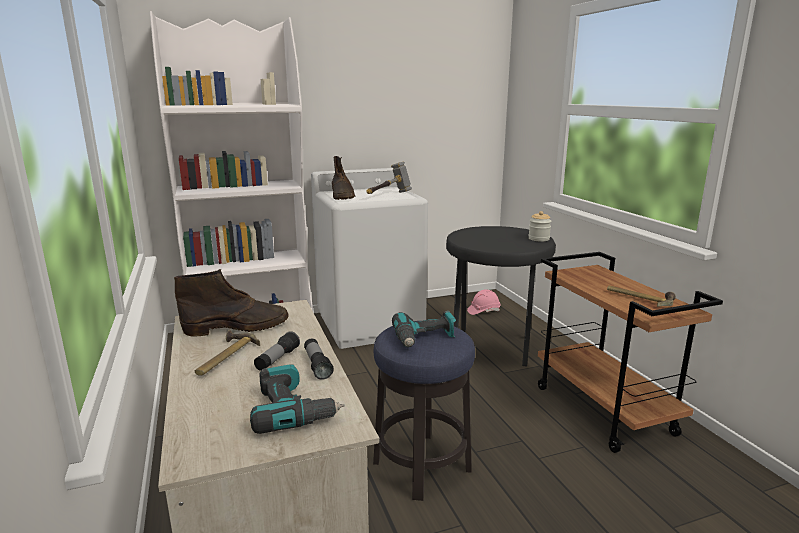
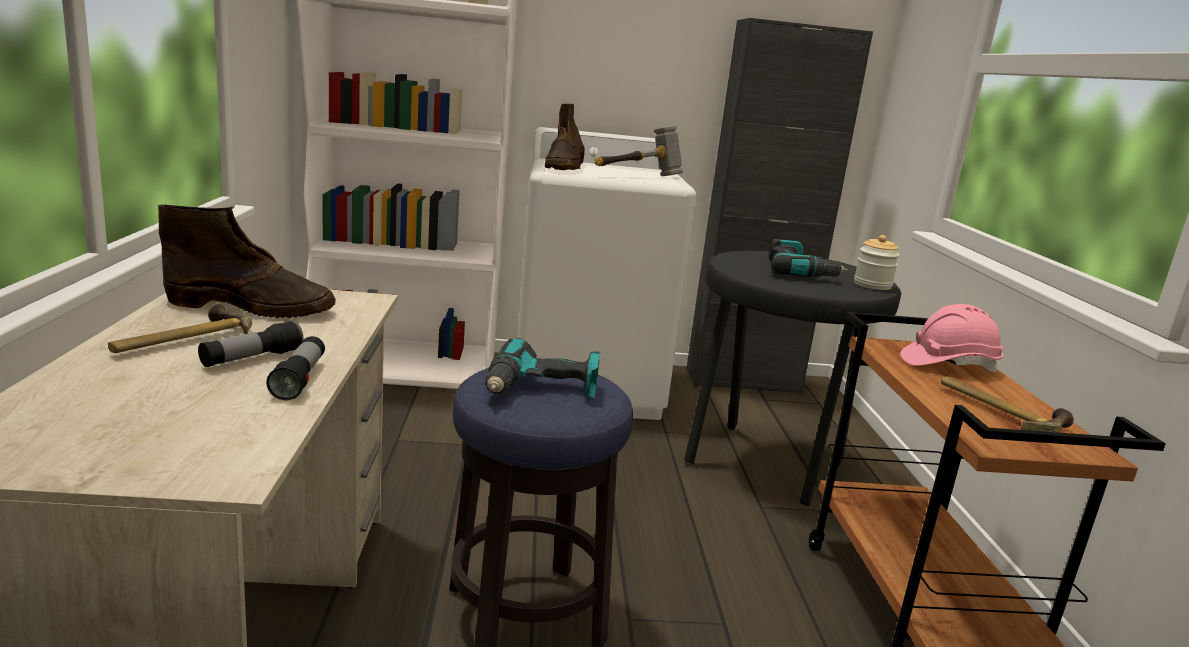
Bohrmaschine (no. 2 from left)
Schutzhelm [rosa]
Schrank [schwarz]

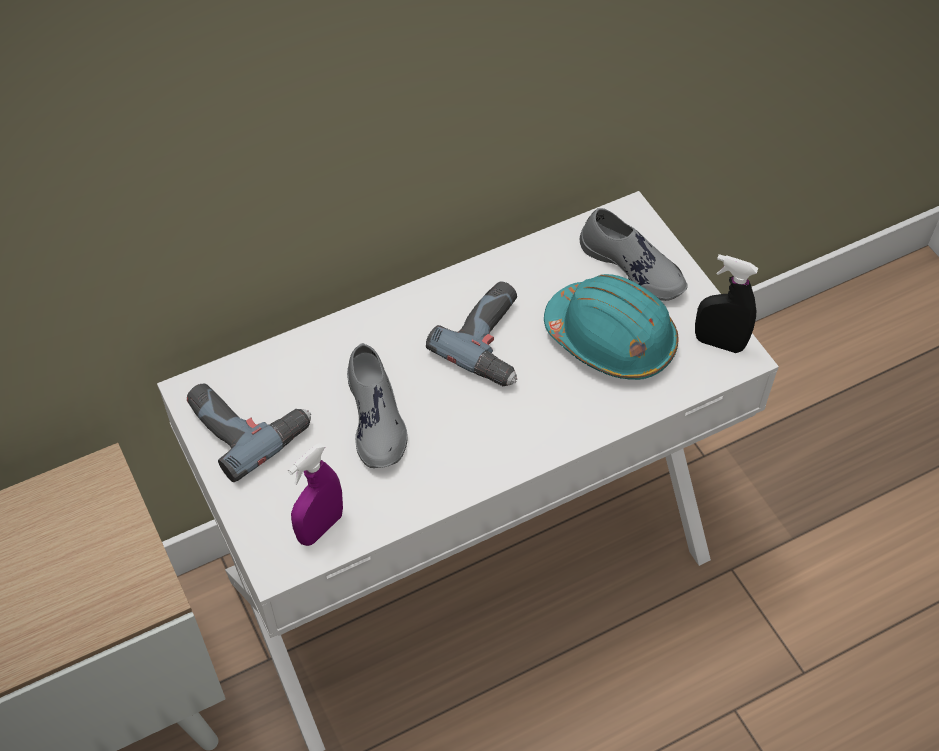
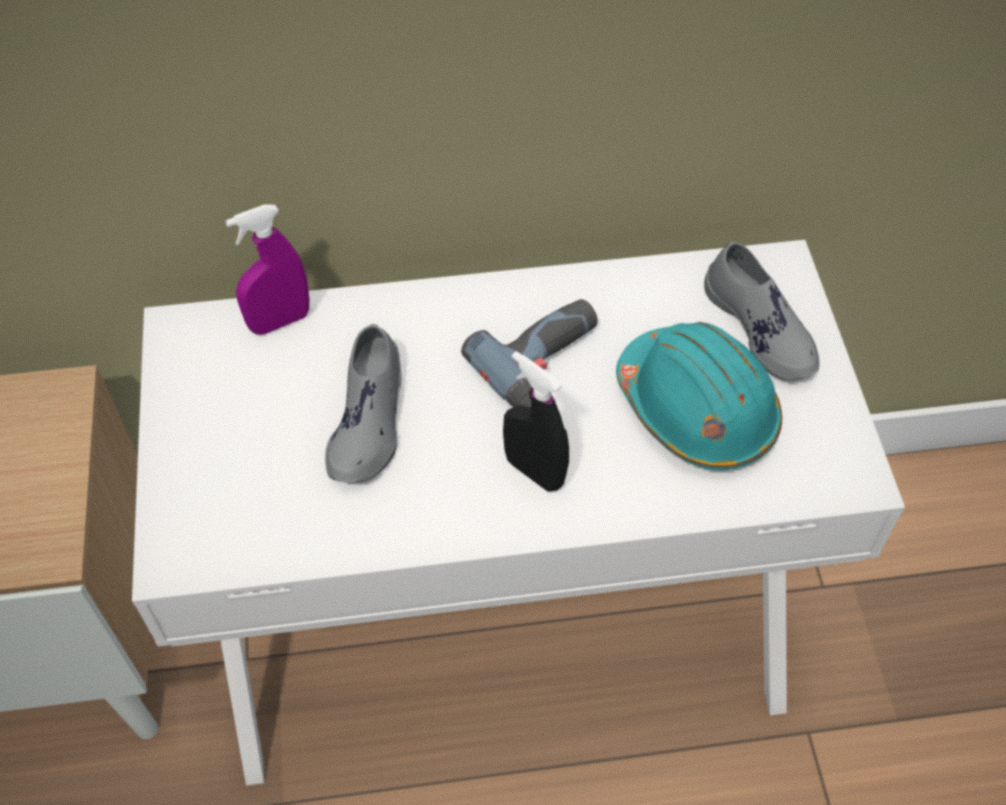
Bohrmaschine (no. 1 from left in the first image)
Sprühflasche [lila]
Sprühflasche [schwarz]

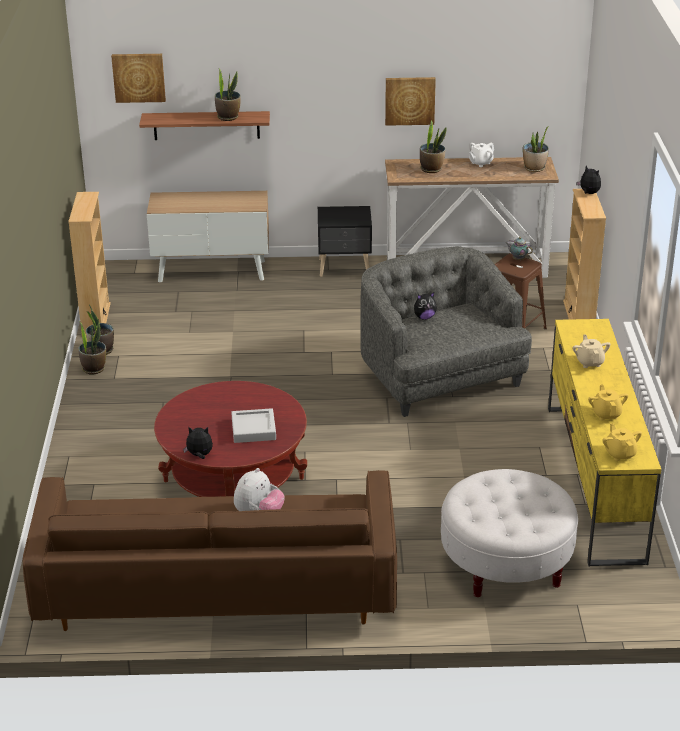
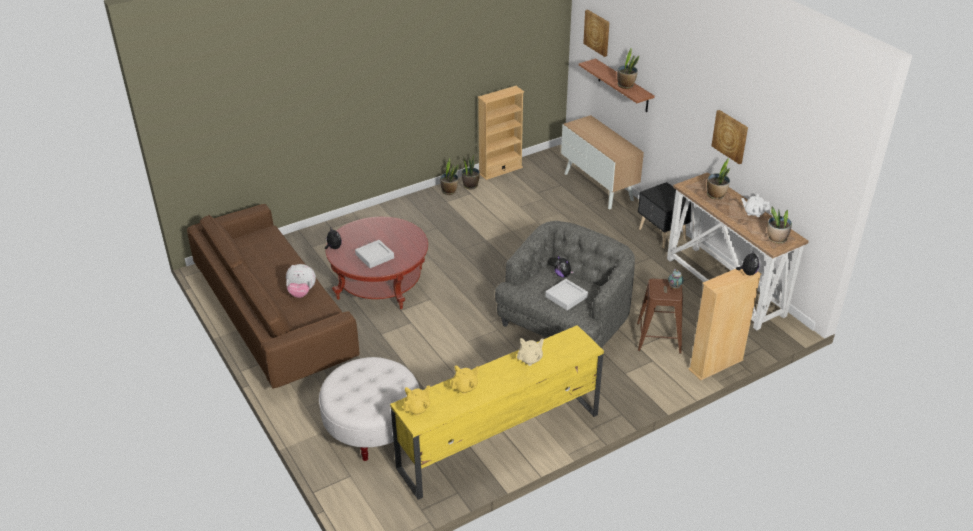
Tablett [grau] (no. 2 from left)

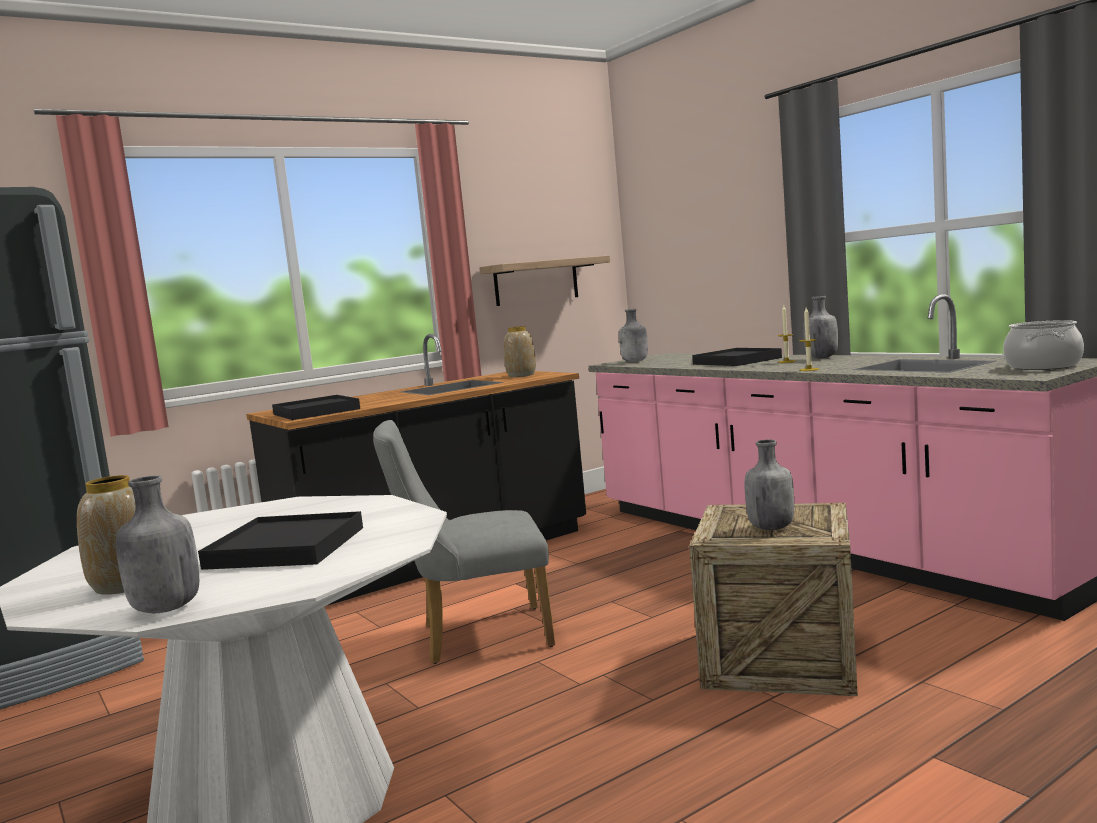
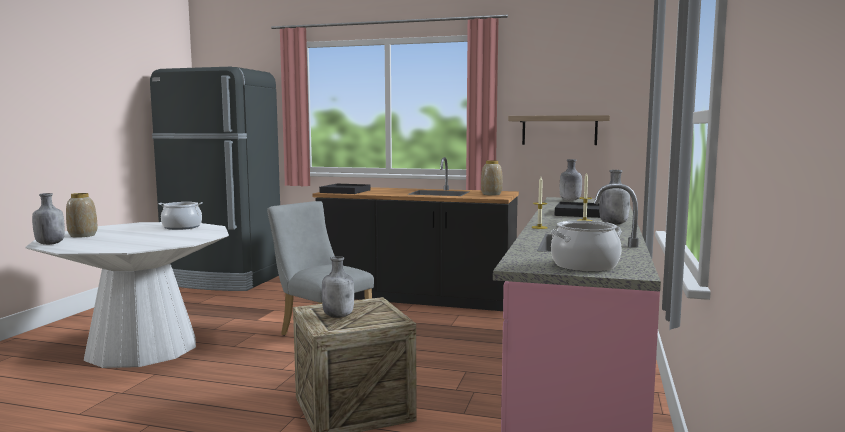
Tablett [schwarz] (no. 1 from left in the first image)
Kochtopf (no. 1 from left)

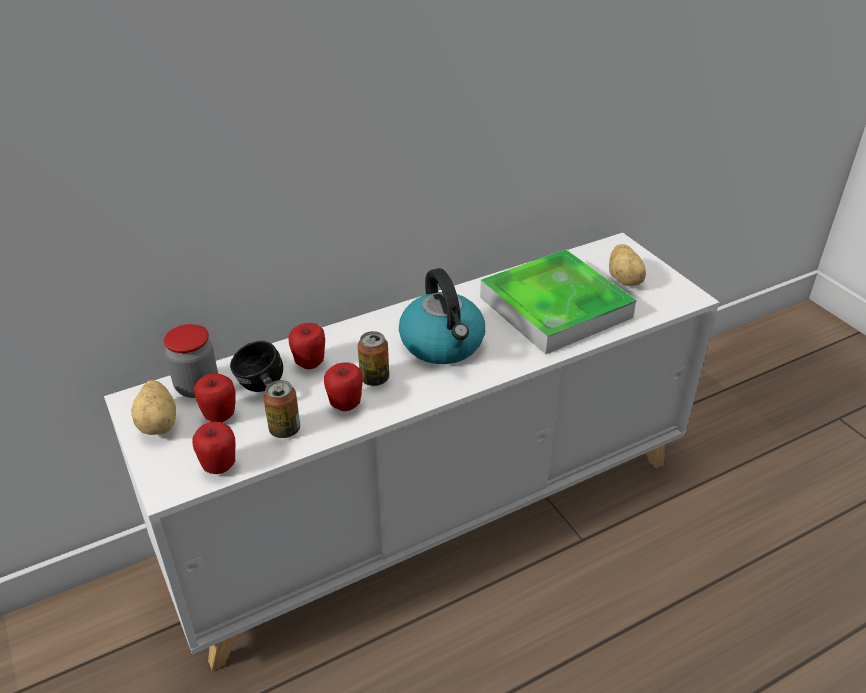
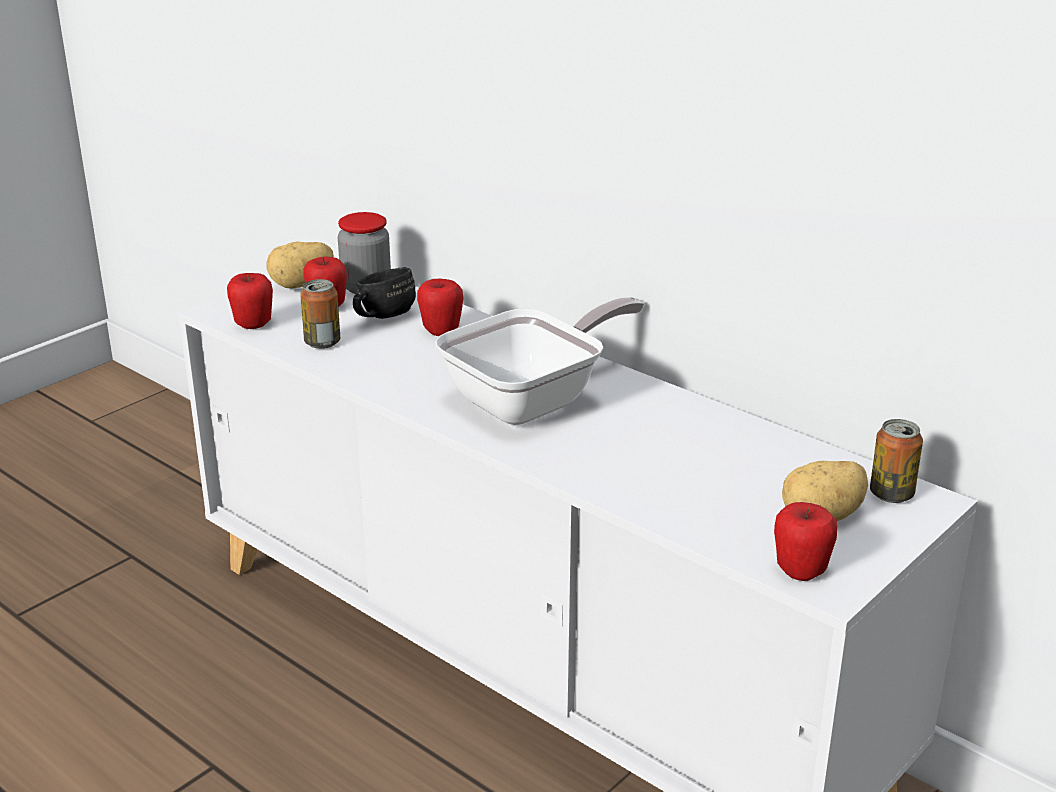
Apfel (no. 4 from left)
Dose (no. 2 from left)
Pfanne
Tablett

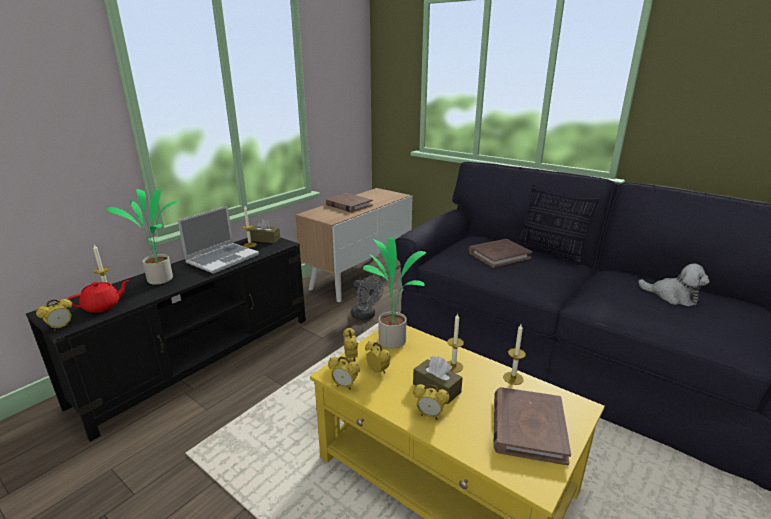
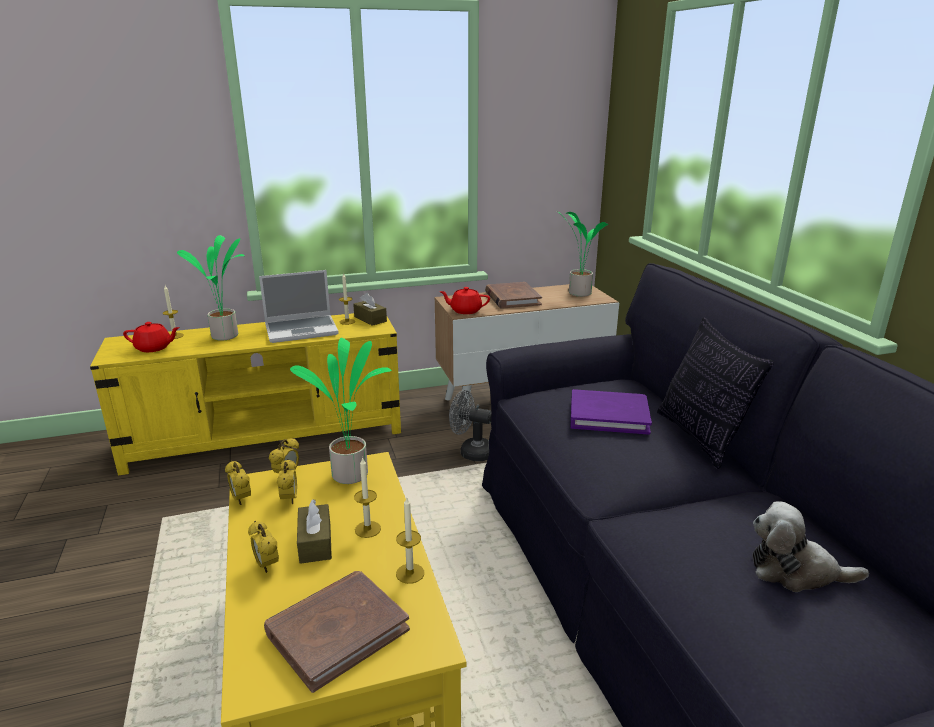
Fernsehschrank [gelb]
Wecker (no. 1 from left in the first image)
Ventilator [grau]
Buch [lila]
Plüschtier
Teekanne [rot] (no. 2 from left)
Topfpflanze (no. 3 from left)

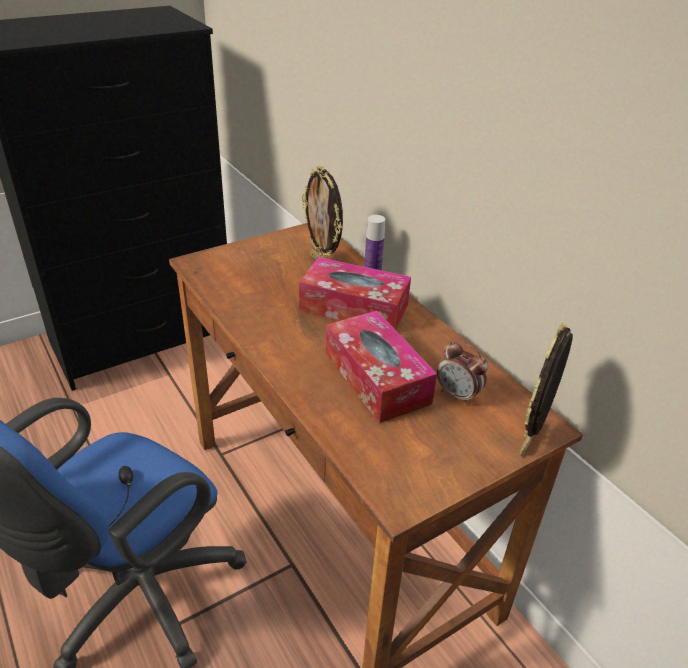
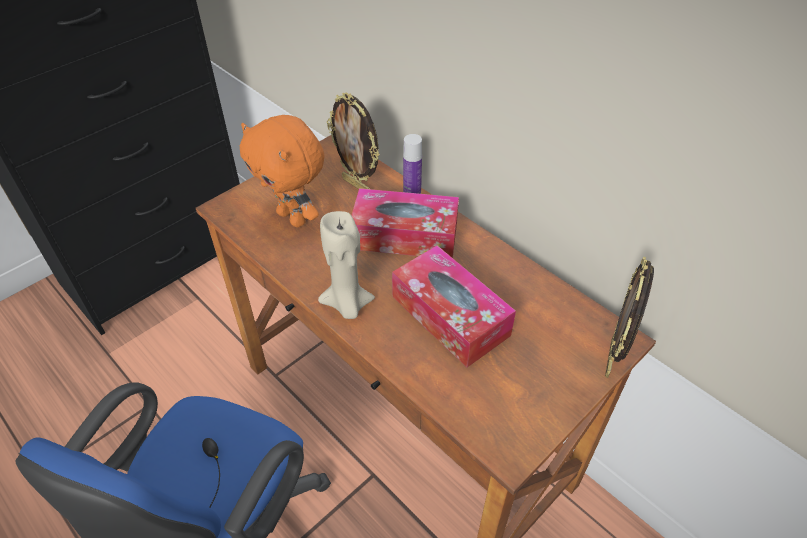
Wecker
Plüschtier [orange]
Kerze [beige]

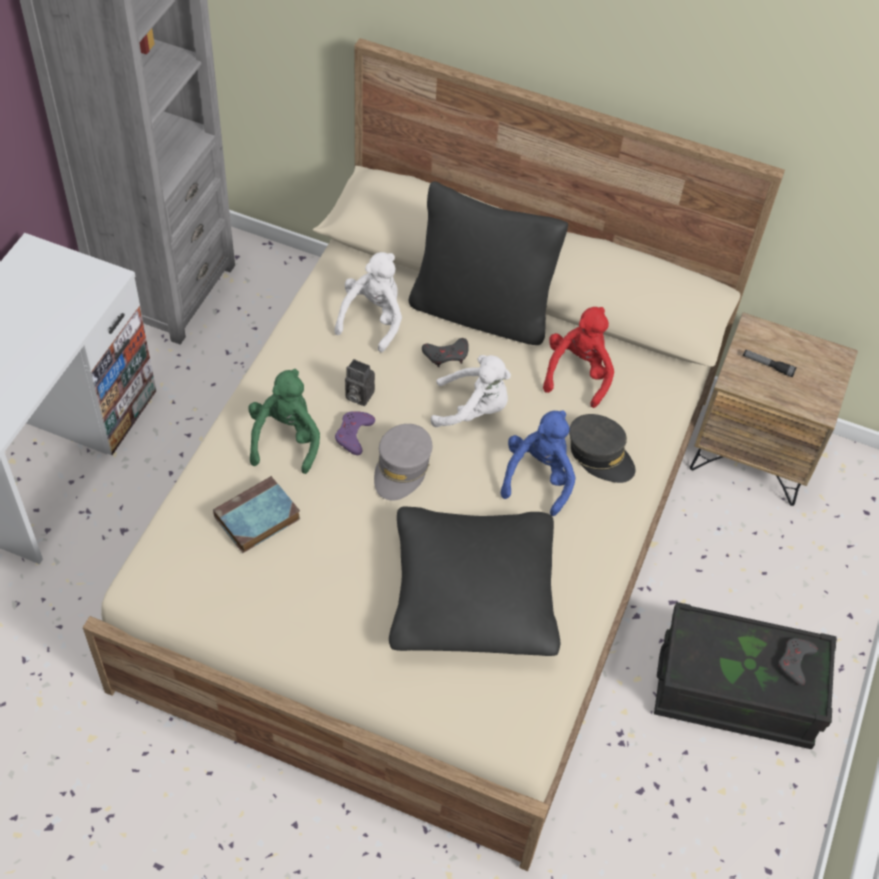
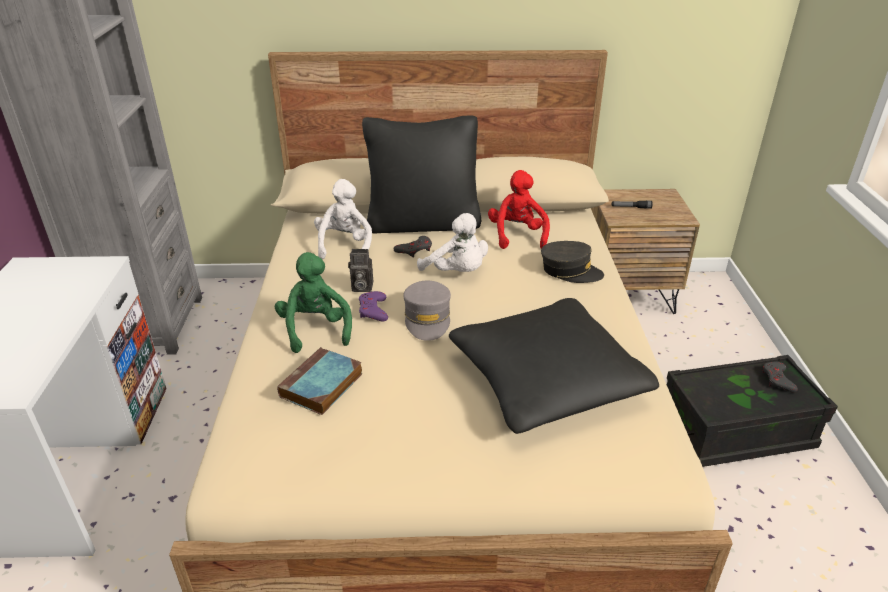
Plüschtier [weiß] (no. 2 from left)
Plüschtier [blau]

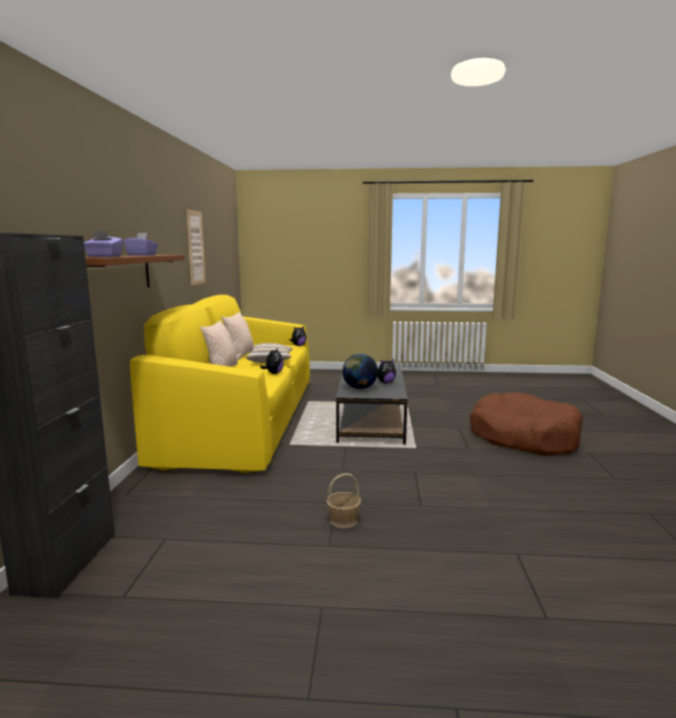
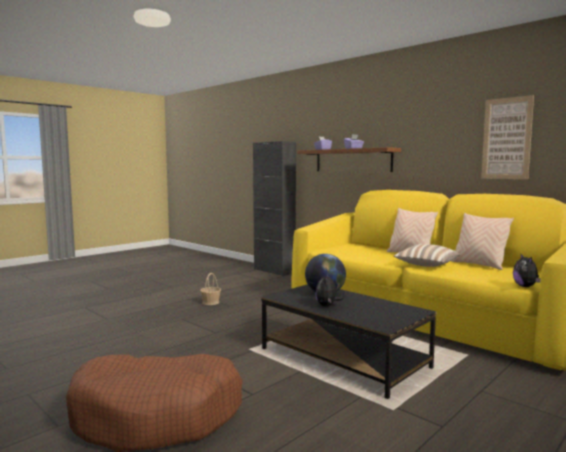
Plüschtier (no. 1 from left in the first image)

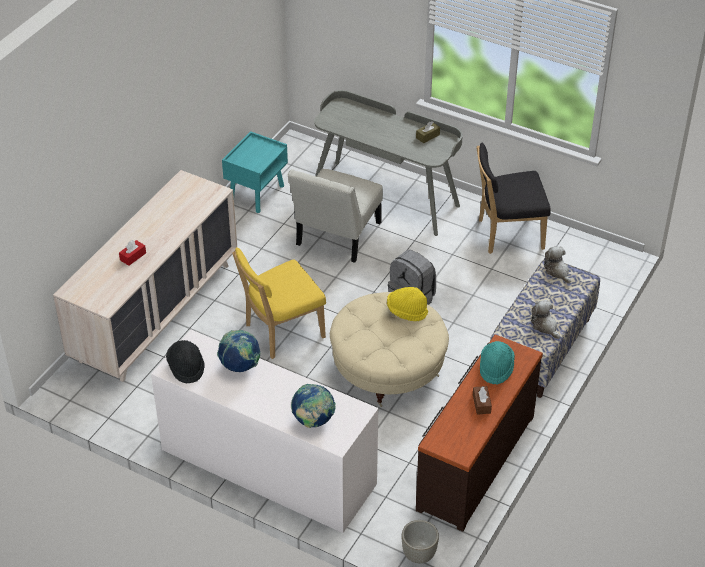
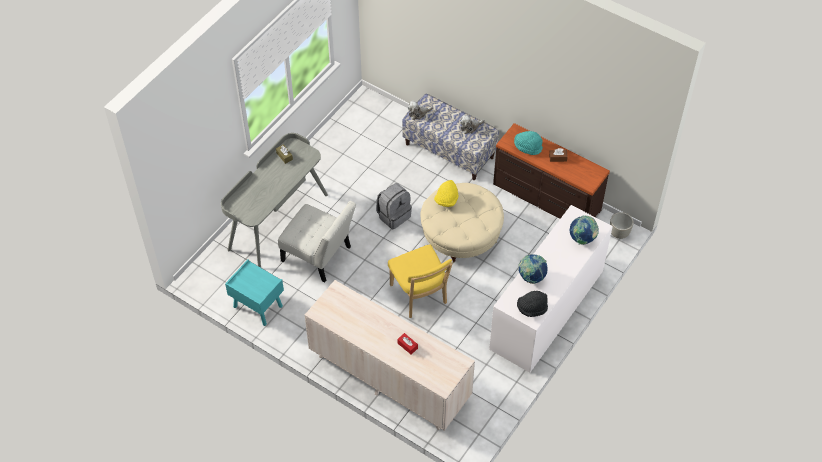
Stuhl [schwarz]

